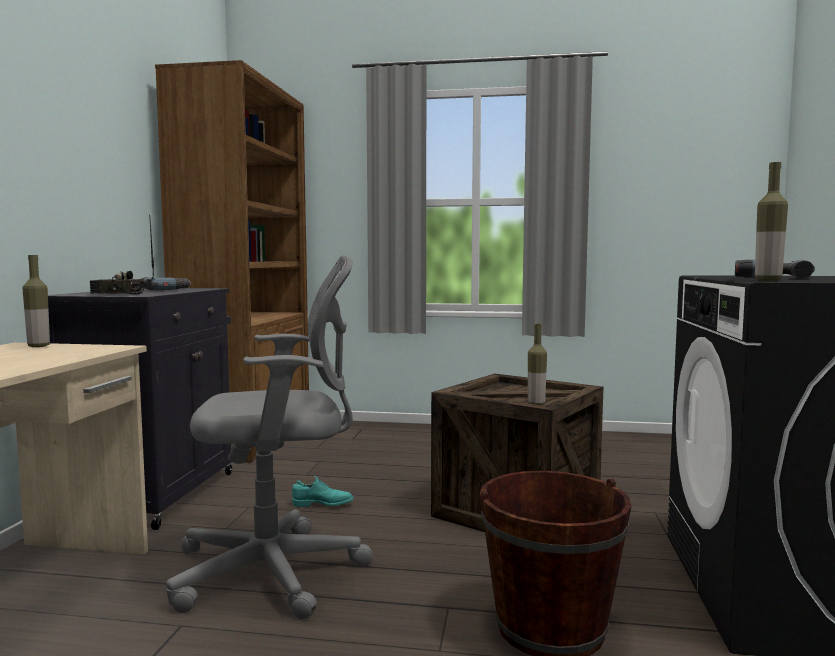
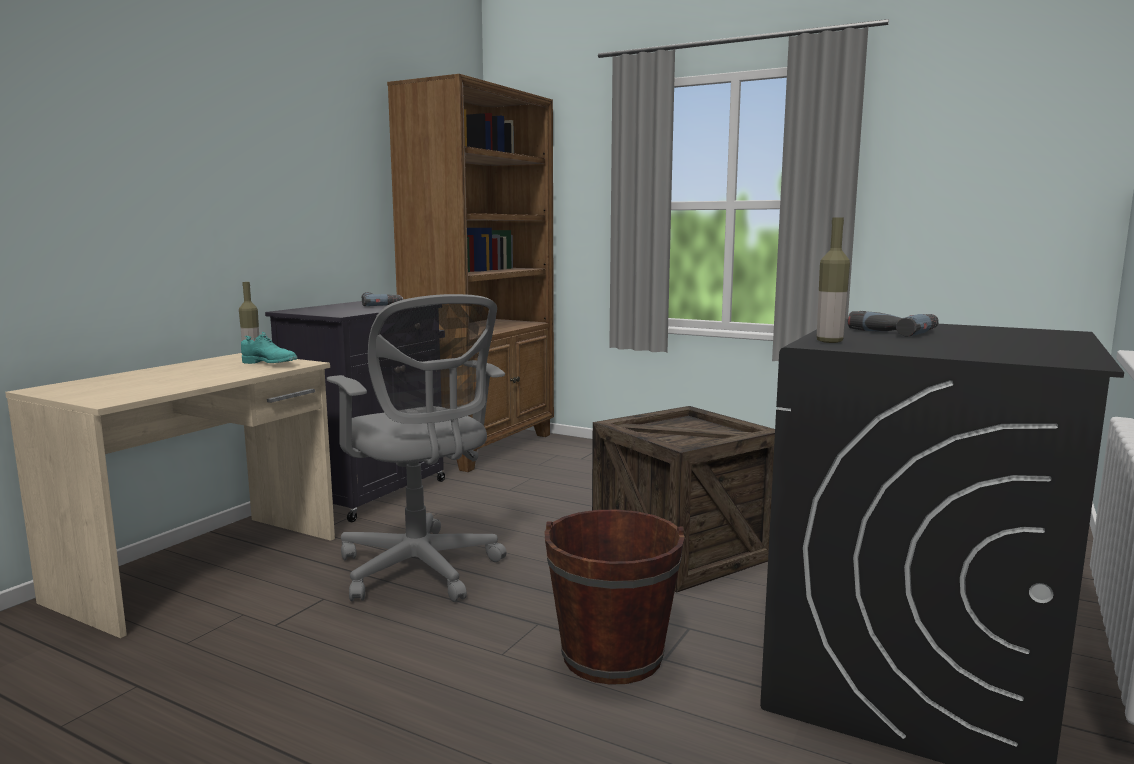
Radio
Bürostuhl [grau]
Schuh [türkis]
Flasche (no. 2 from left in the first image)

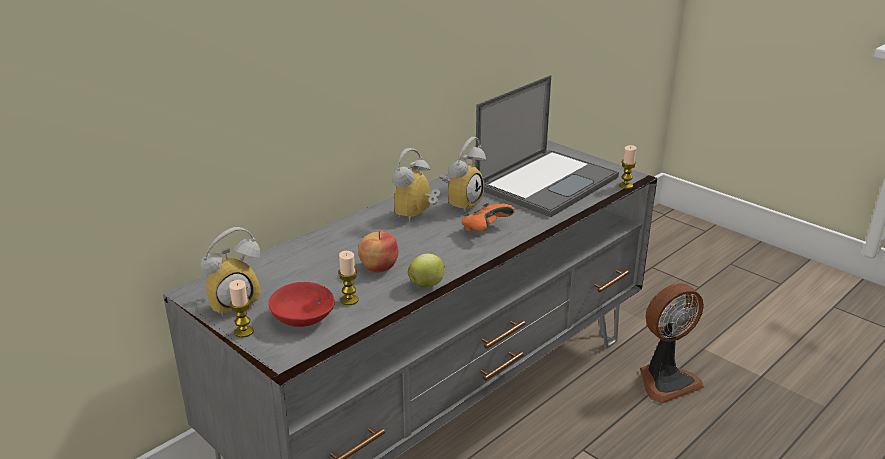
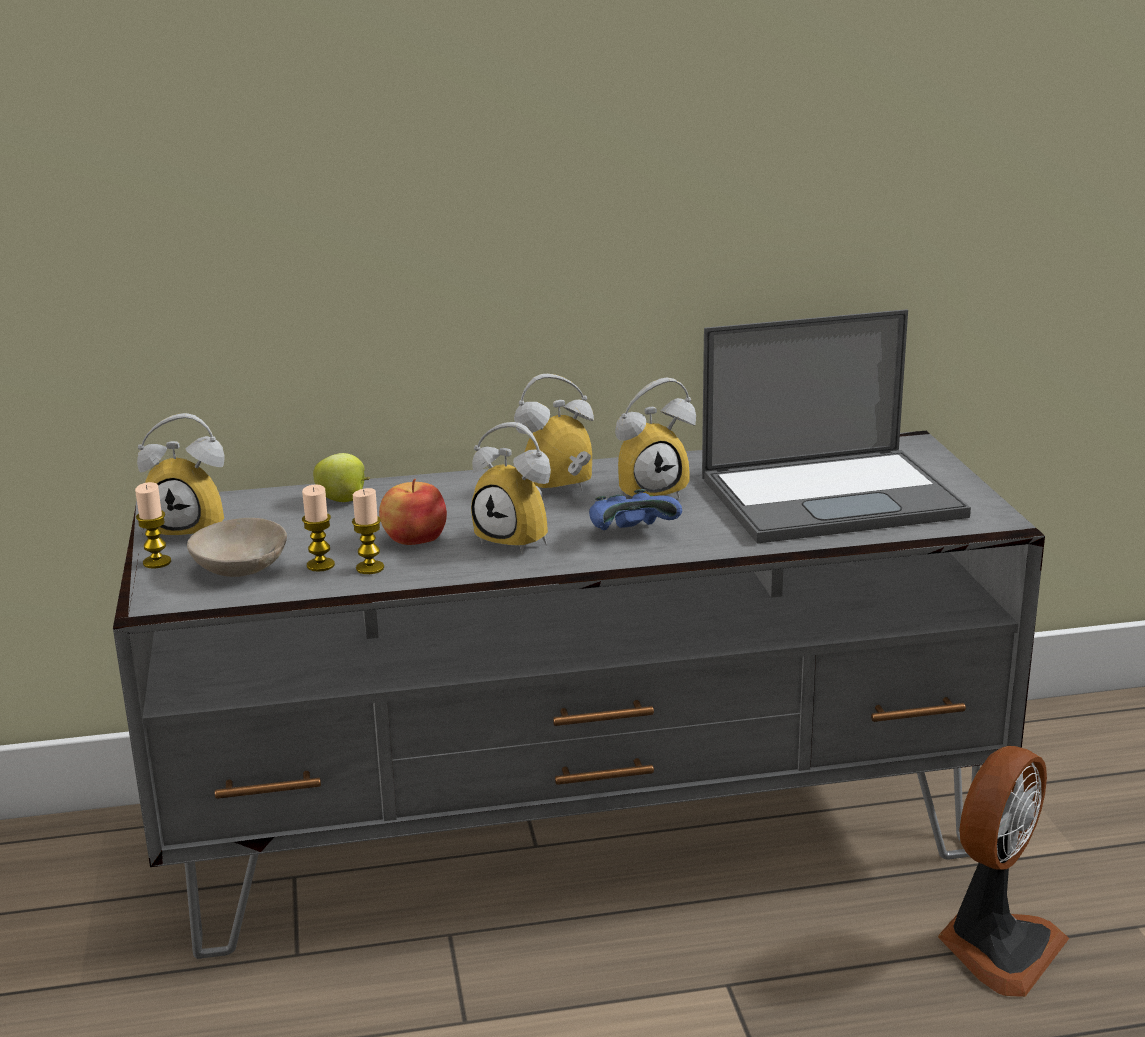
Schüssel [beige]
Apfel (no. 1 from left)
Gamepad [blau]
Kerze (no. 3 from left)
Ventilator
Wecker (no. 2 from left)

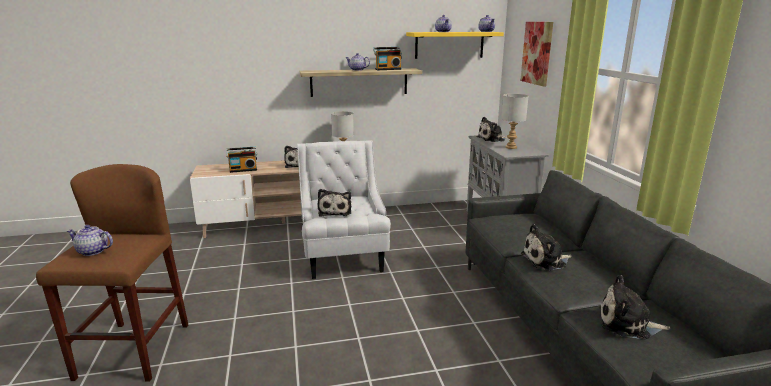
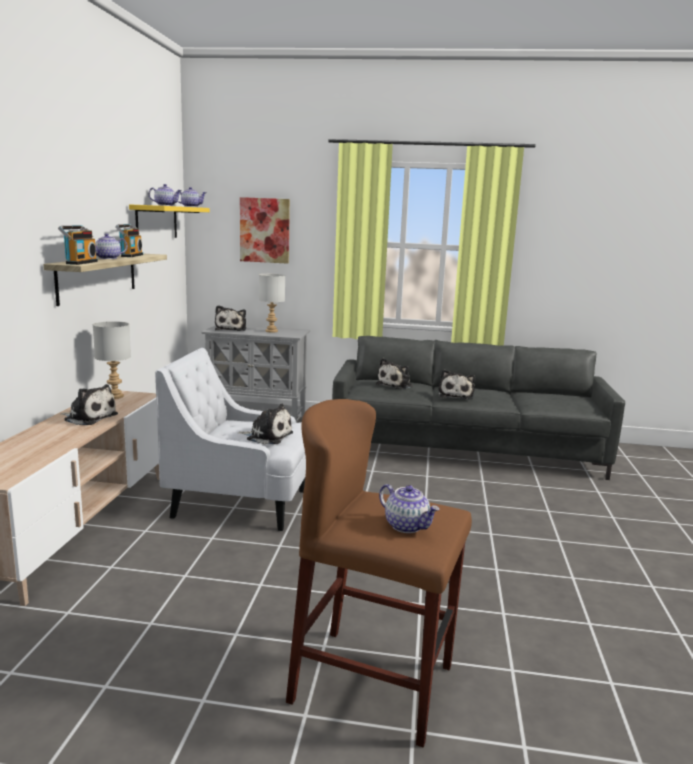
Teekanne (no. 4 from left)
Radio (no. 1 from left)
Plüschtier (no. 4 from left)

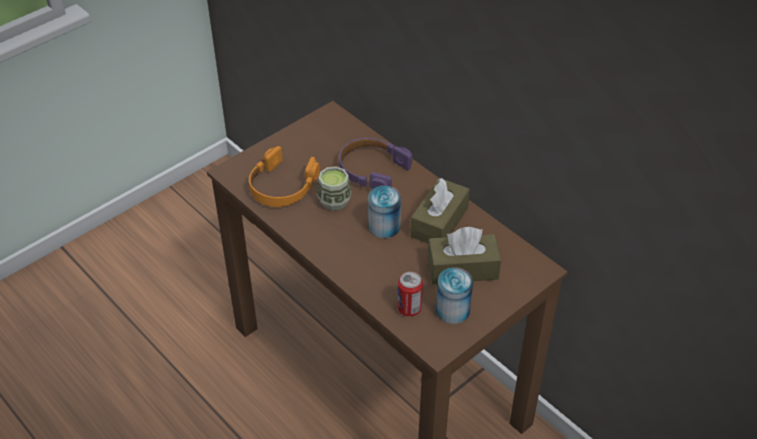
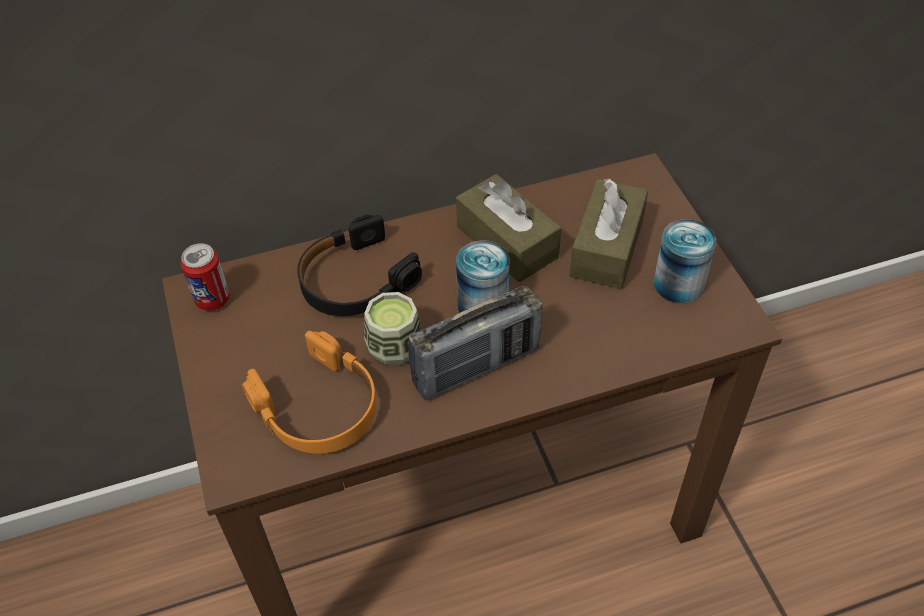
Kopfhörer [schwarz]
Dose (no. 1 from left)
Radio

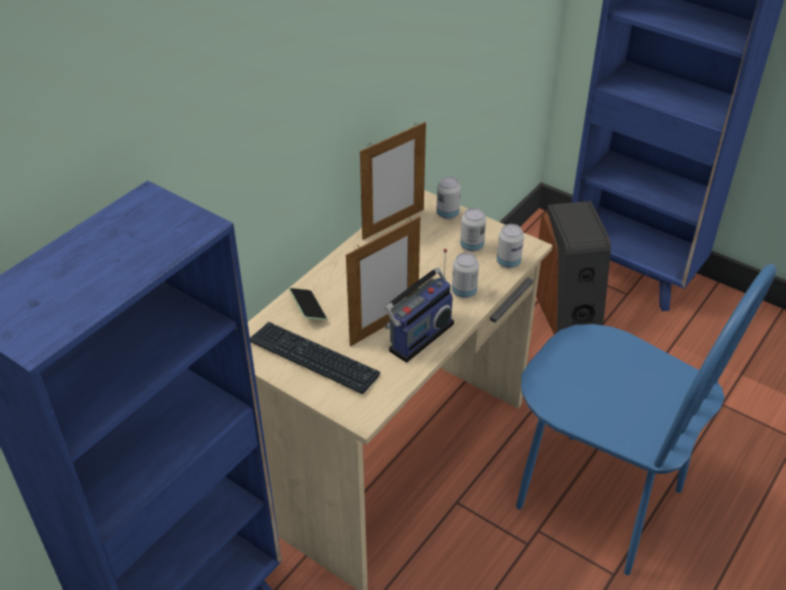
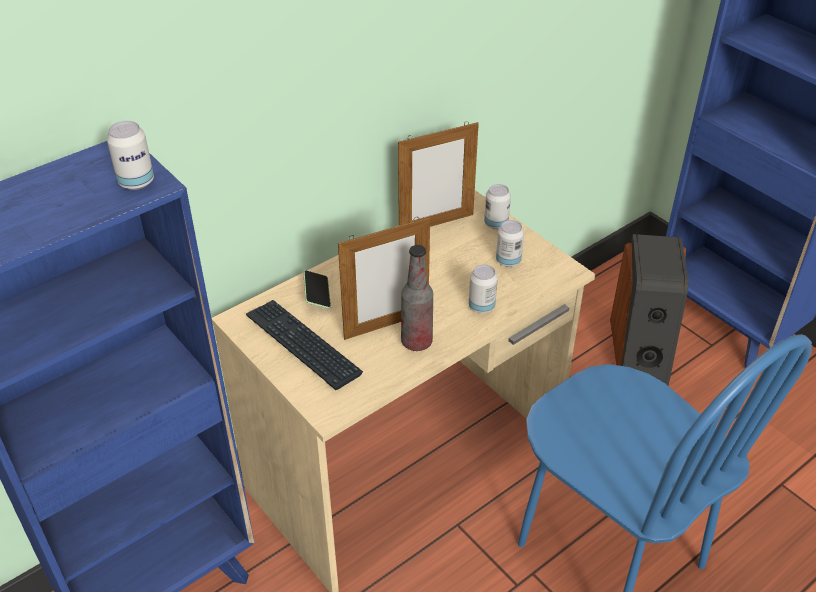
Flasche
Dose (no. 1 from left)

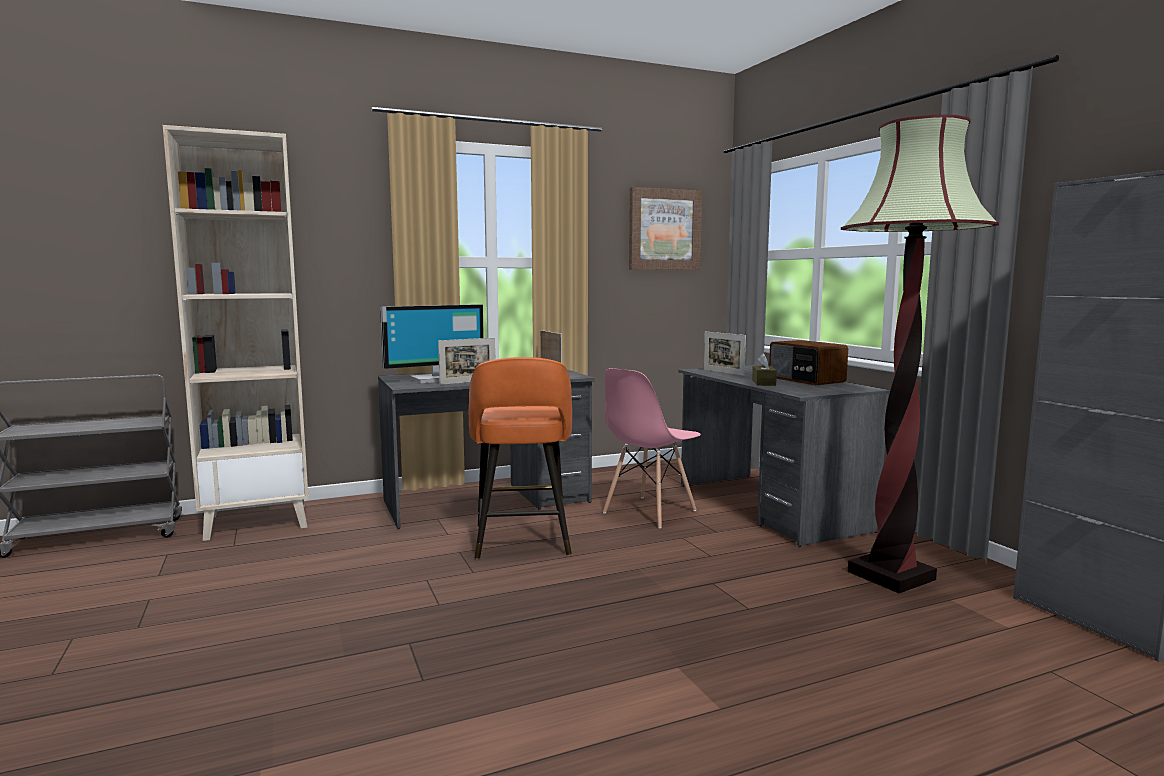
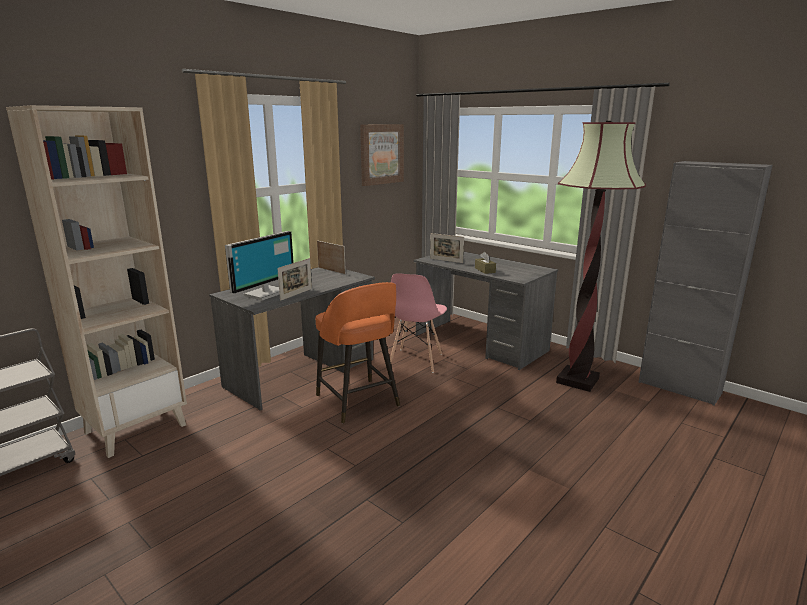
Radio

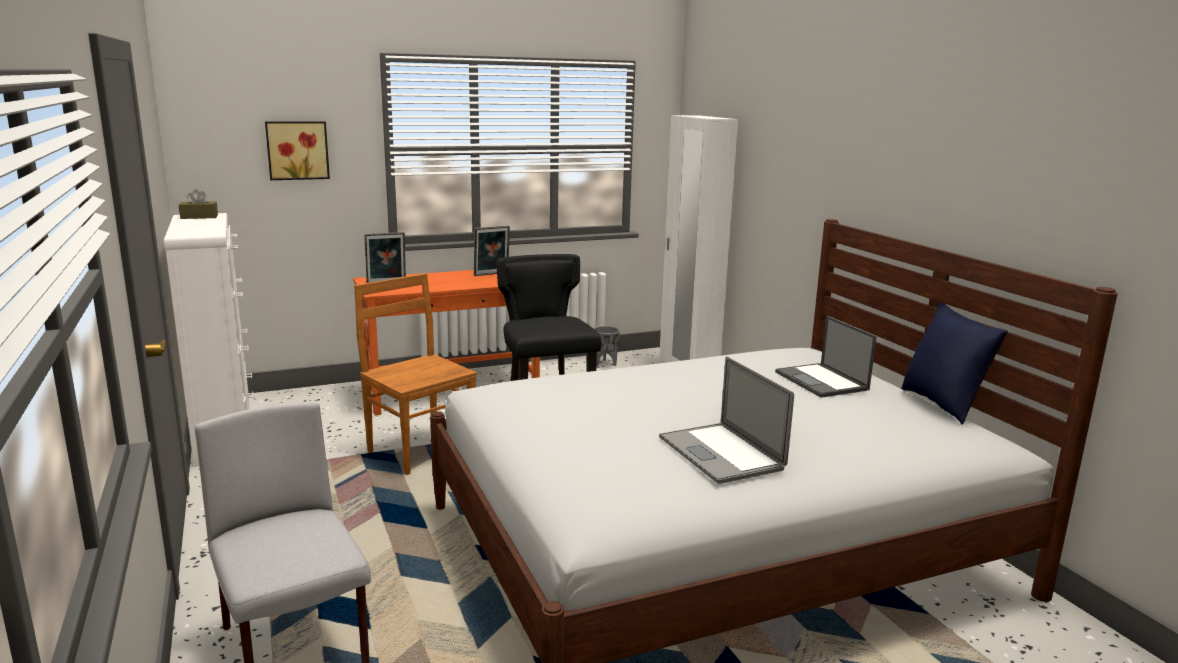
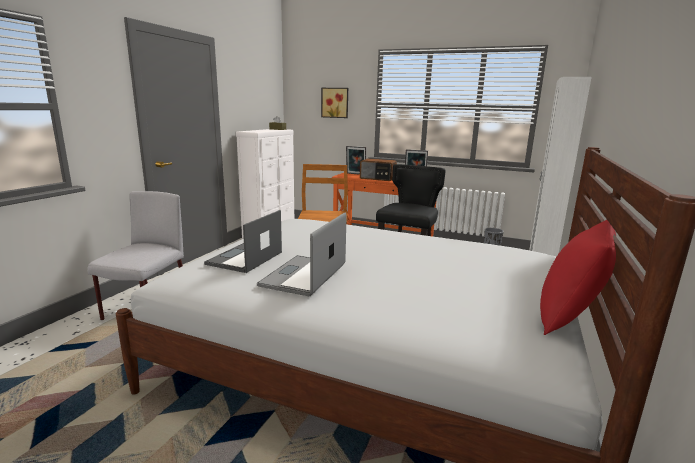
Laptop (no. 1 from left)
Kissen [rot]
Radio

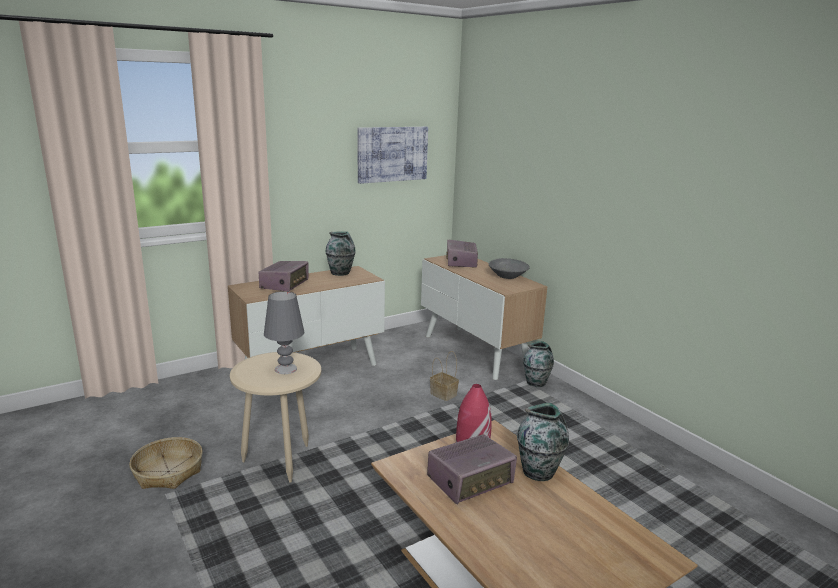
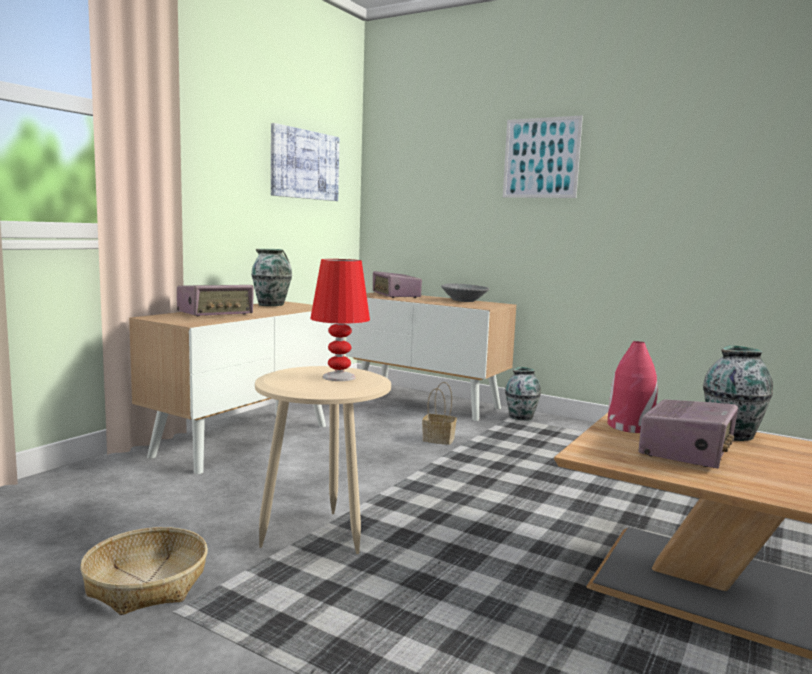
Radio (no. 1 from left)
Tischlampe [rot]
Bild (no. 2 from left)

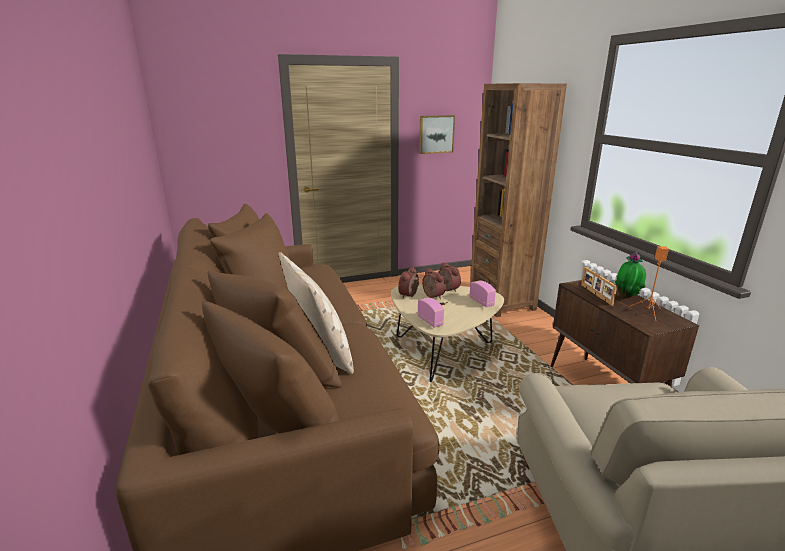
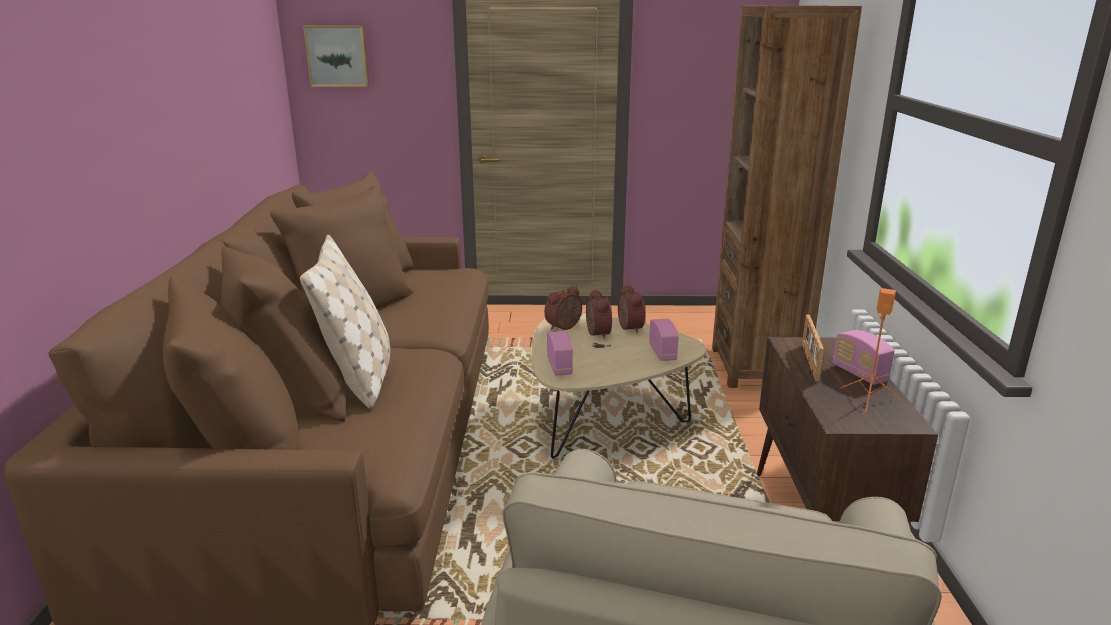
Bild
Radio (no. 3 from left)

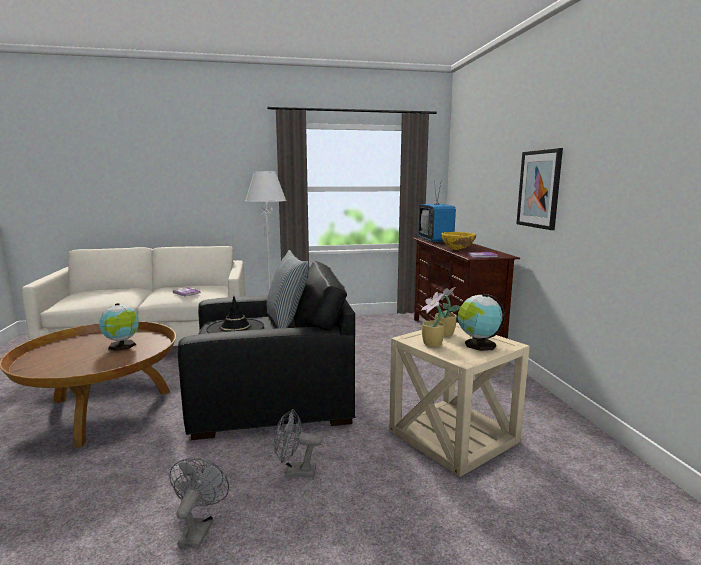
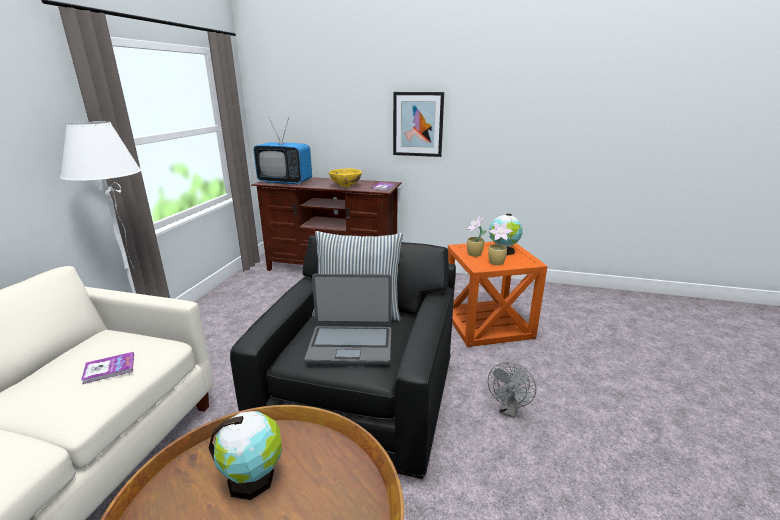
Ventilator [grau] (no. 1 from left in the first image)
Laptop
Beistelltisch [orange]

